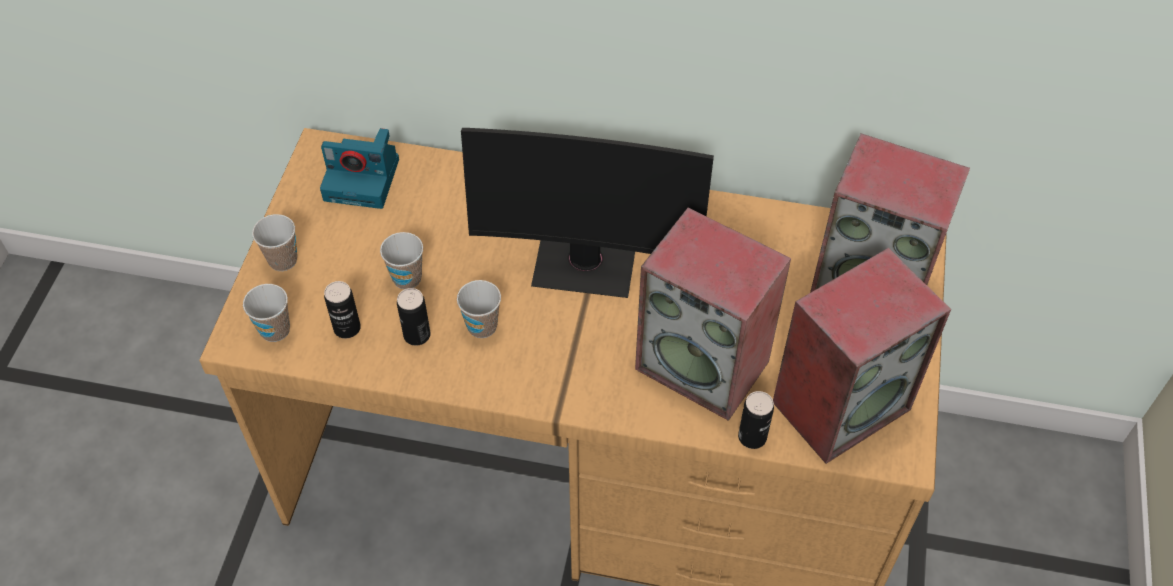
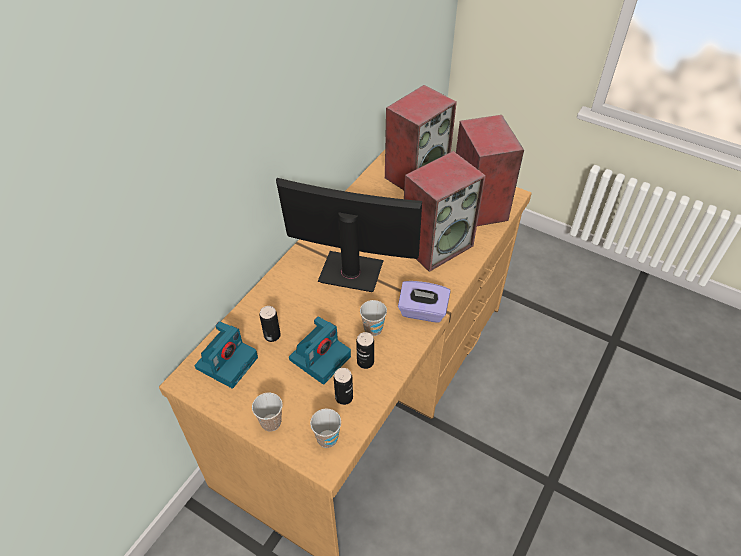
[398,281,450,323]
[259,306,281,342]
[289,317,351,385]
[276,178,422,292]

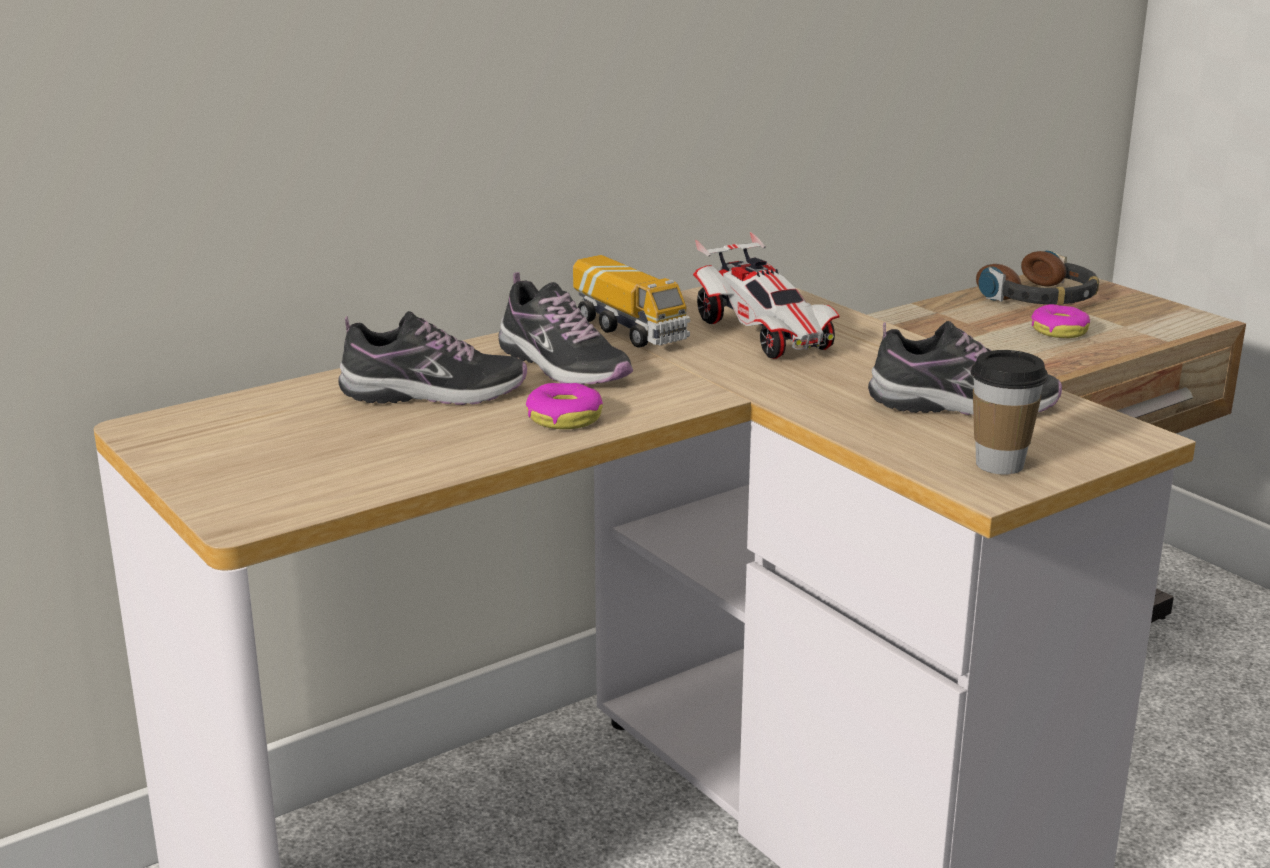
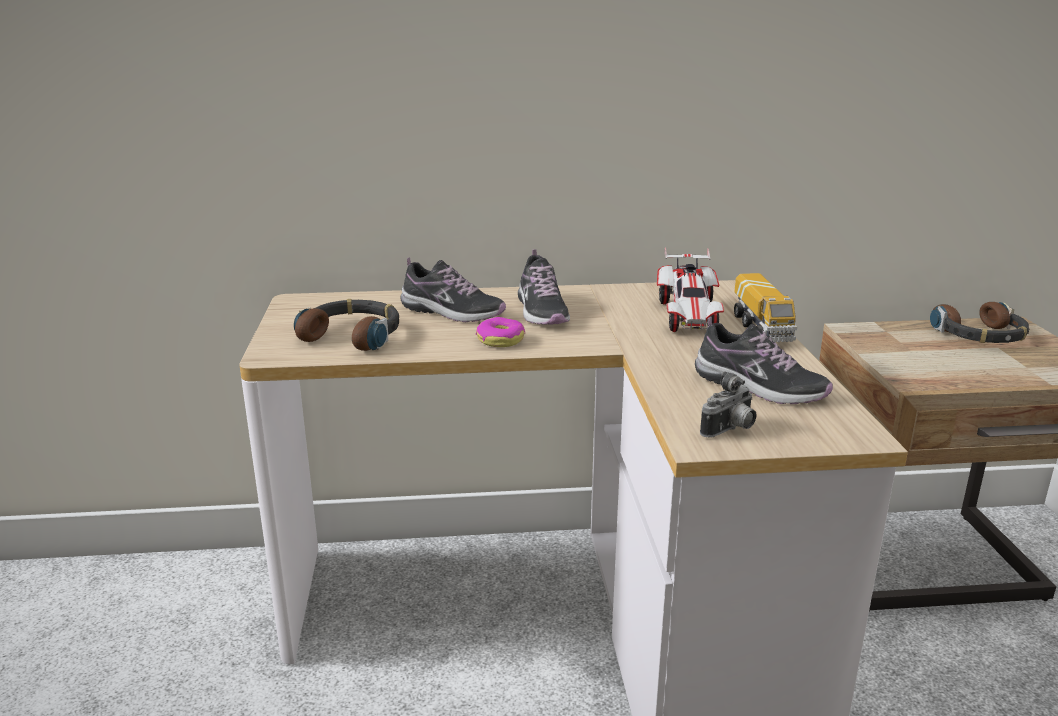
[1031,304,1090,338] (first image)
[294,299,399,351]
[734,273,797,342]
[700,371,756,438]

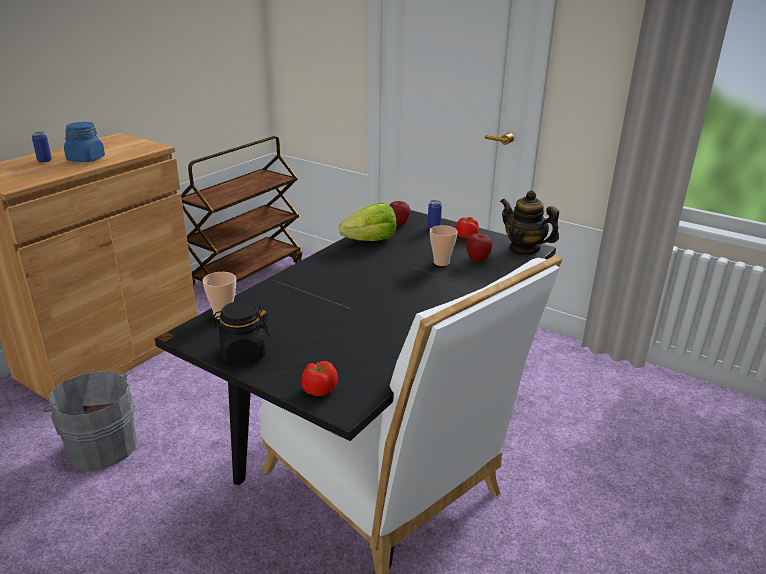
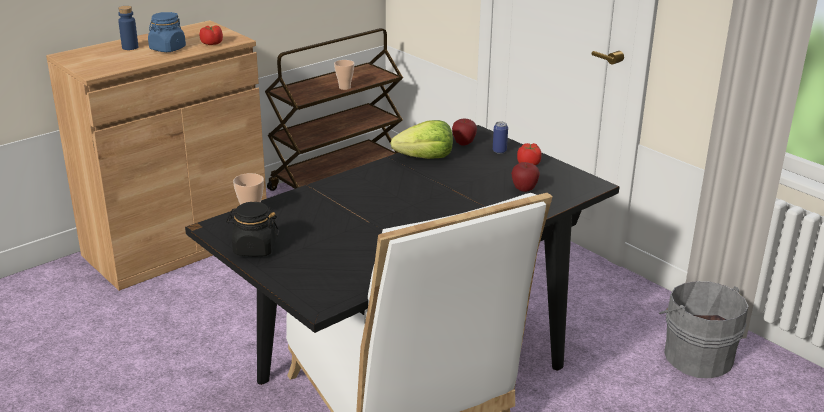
[500,190,559,256] (first image)
[659,281,748,378]
[200,25,223,45]
[334,60,354,90]
[118,6,138,50]

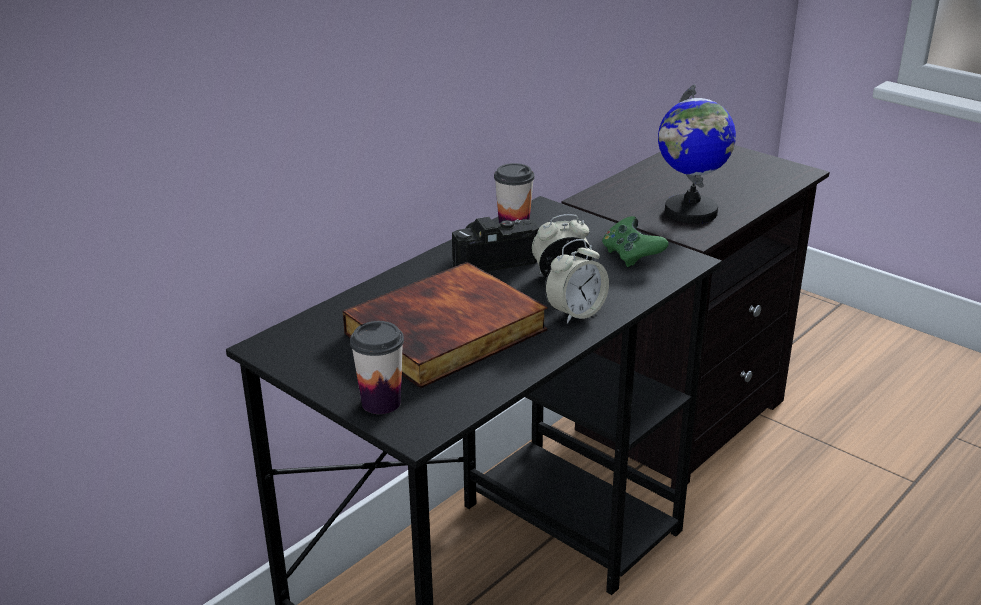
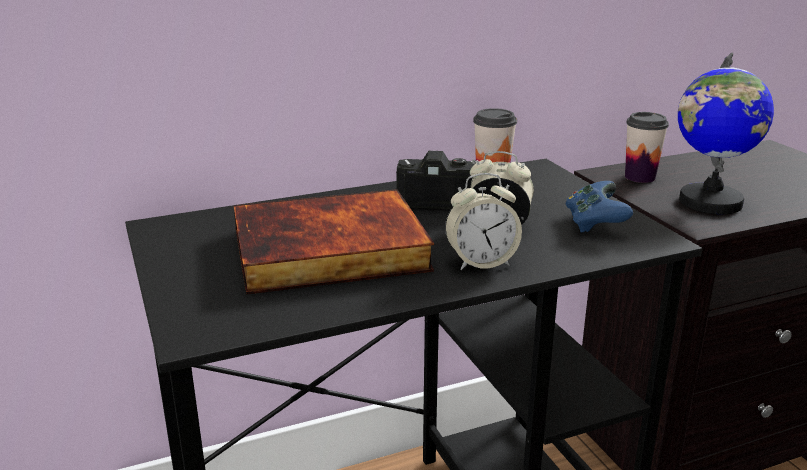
[625,112,669,183]
[566,181,633,233]

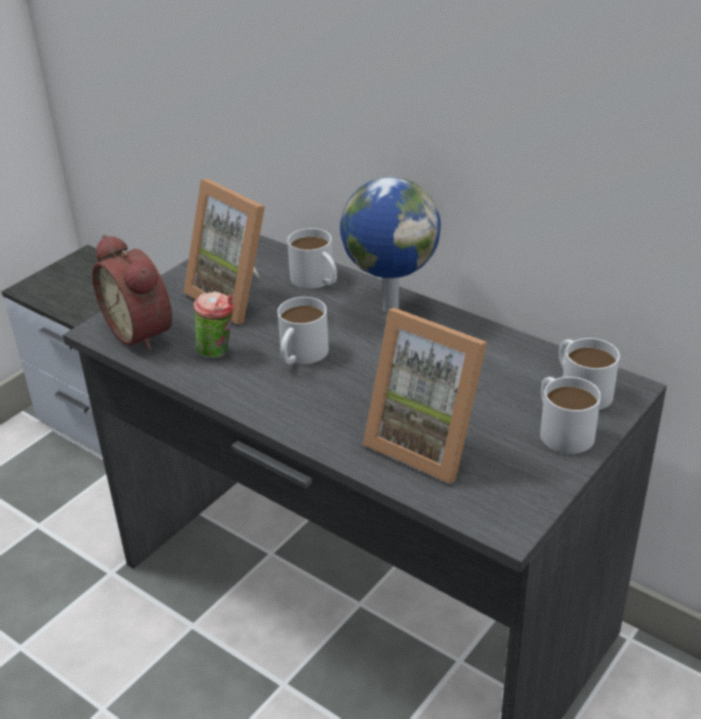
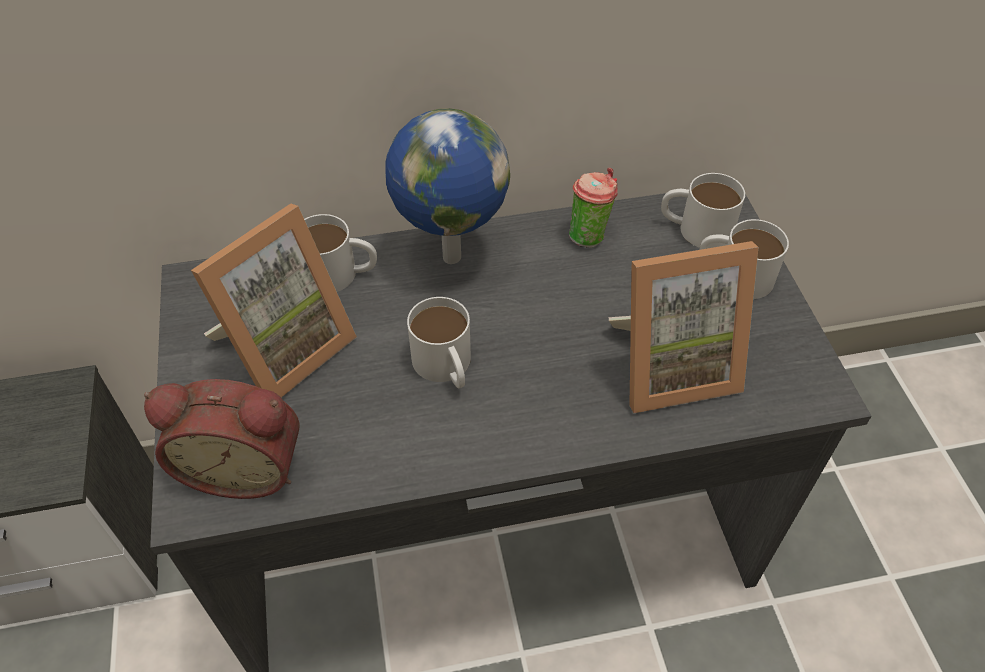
[569,168,618,248]
[191,204,357,397]

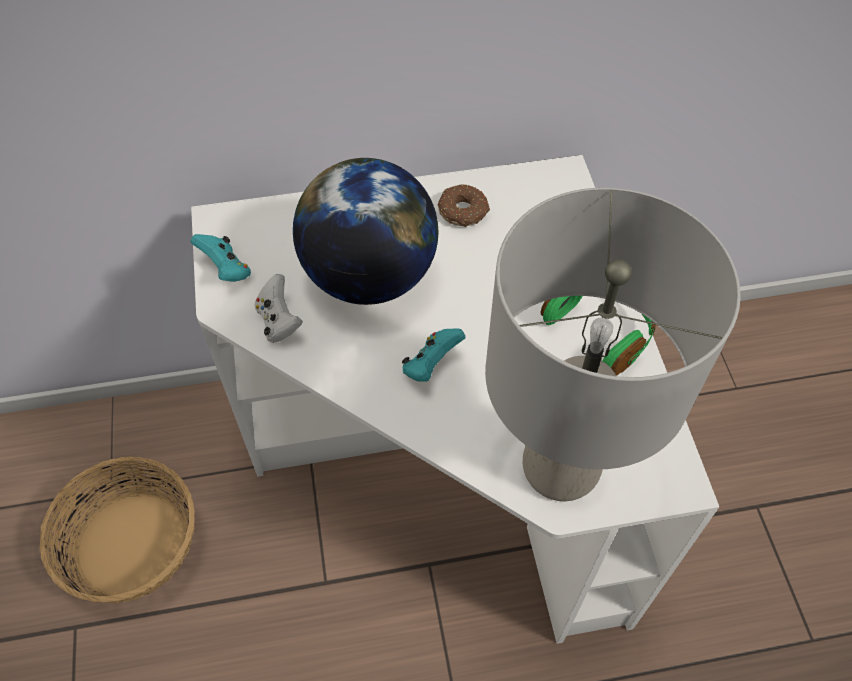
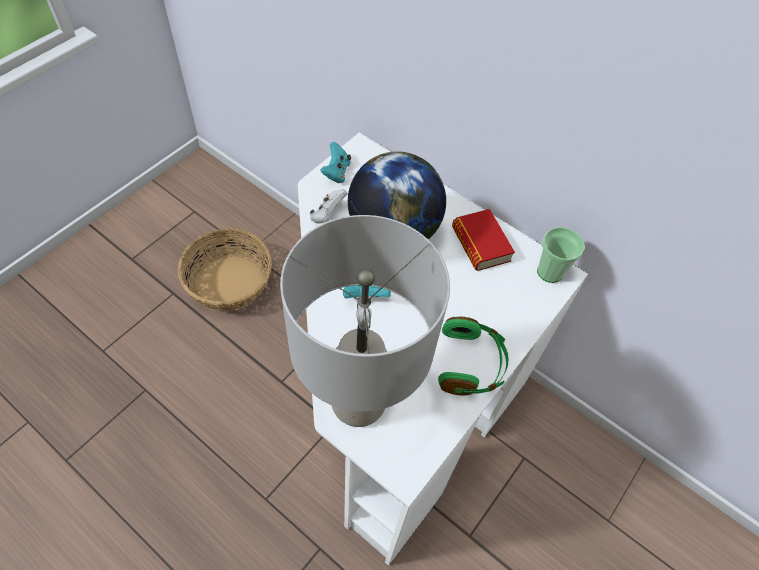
[537,227,585,283]
[452,209,515,271]

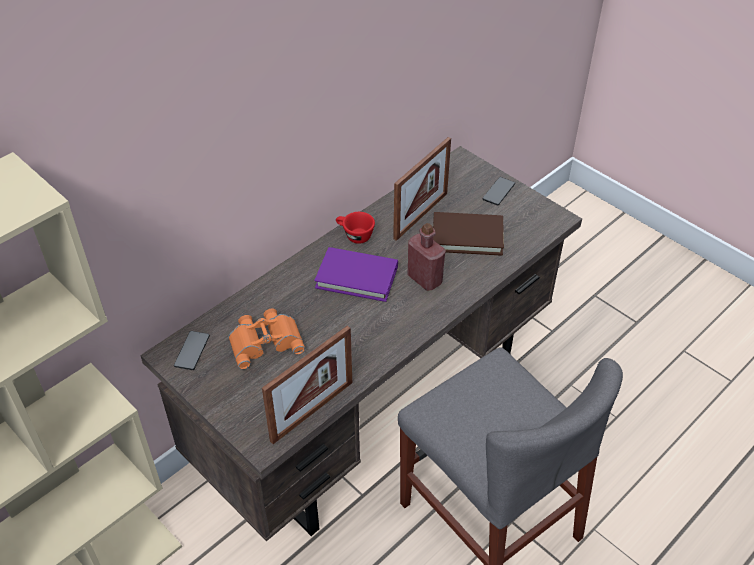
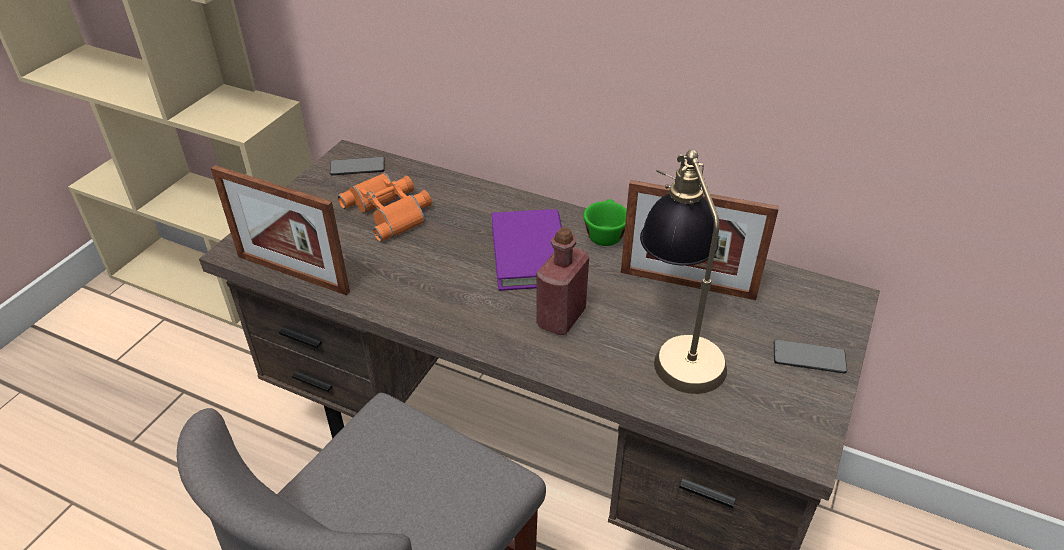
[640,150,727,394]
[583,199,627,246]

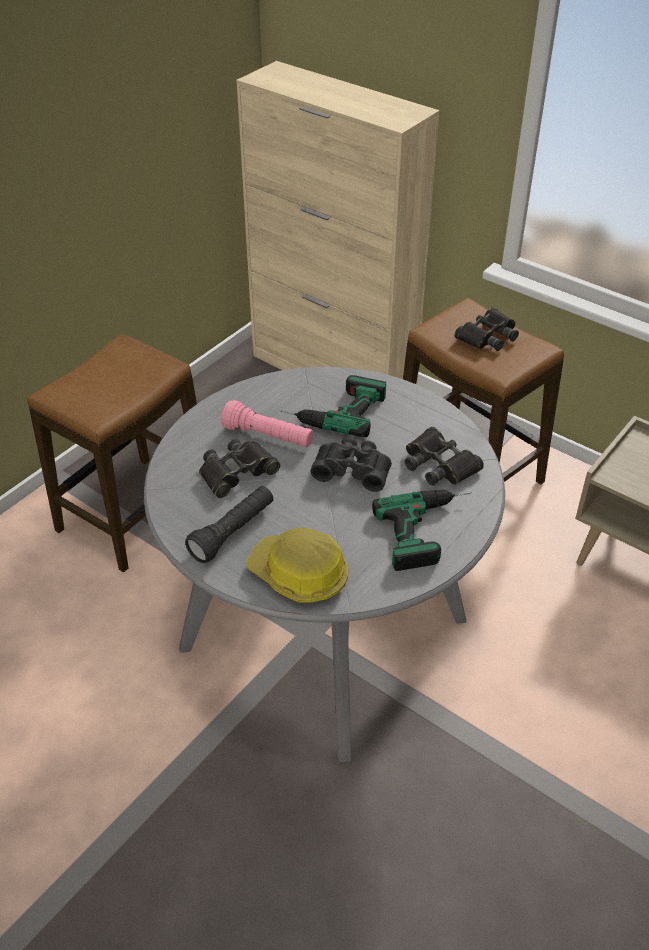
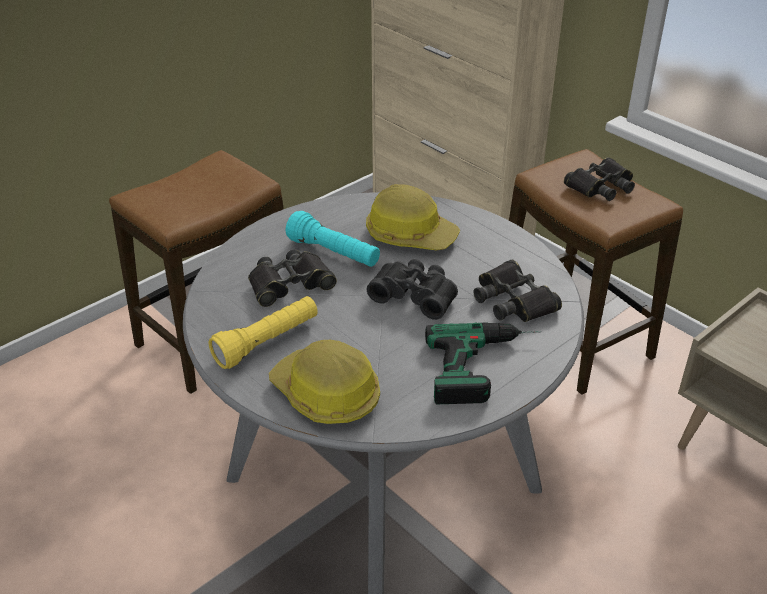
[366,184,460,251]
[209,296,318,369]
[286,211,380,267]

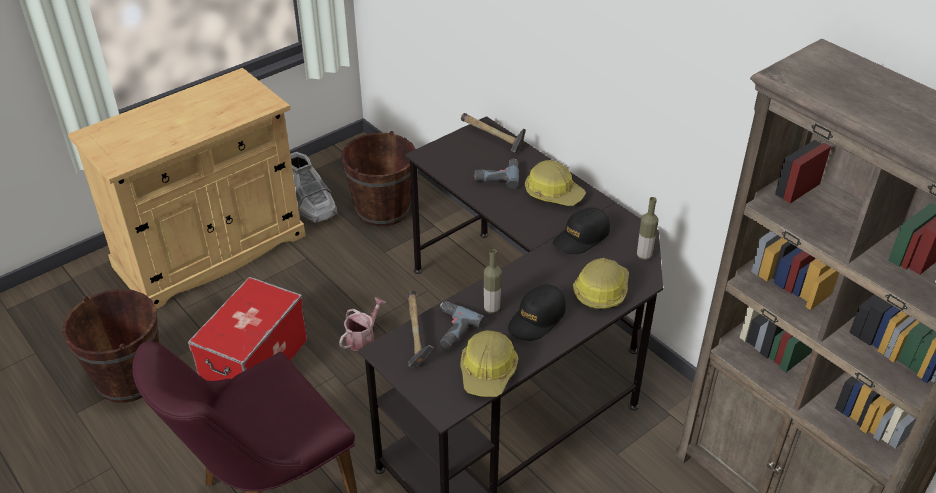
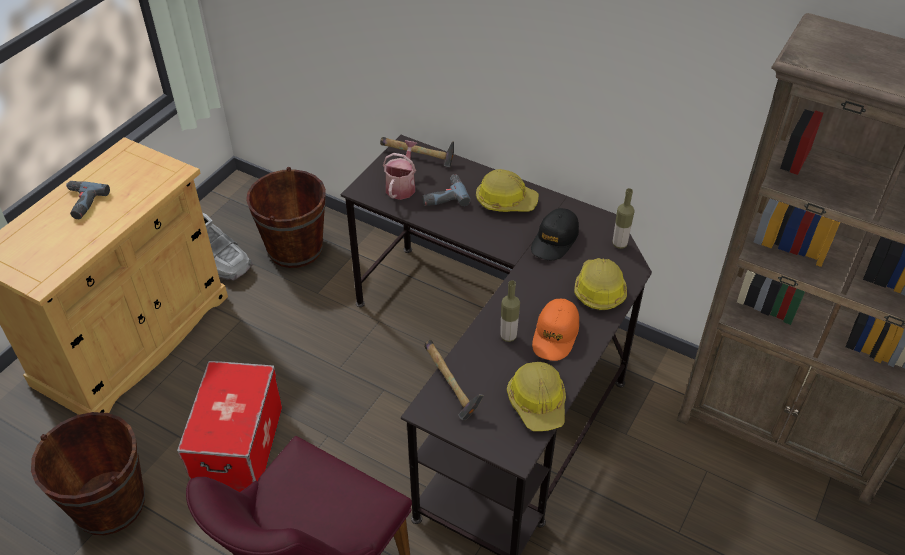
[383,140,417,200]
[66,181,110,219]
[532,299,579,361]

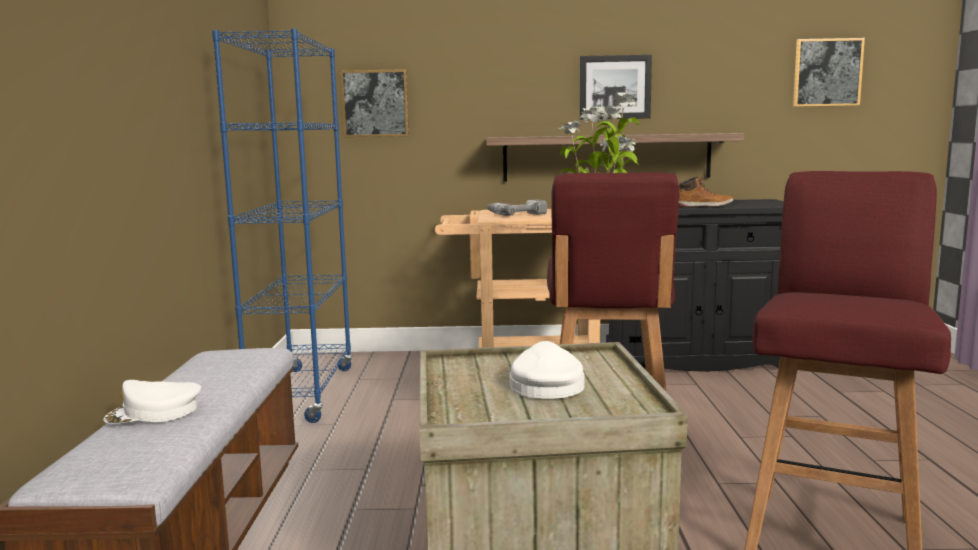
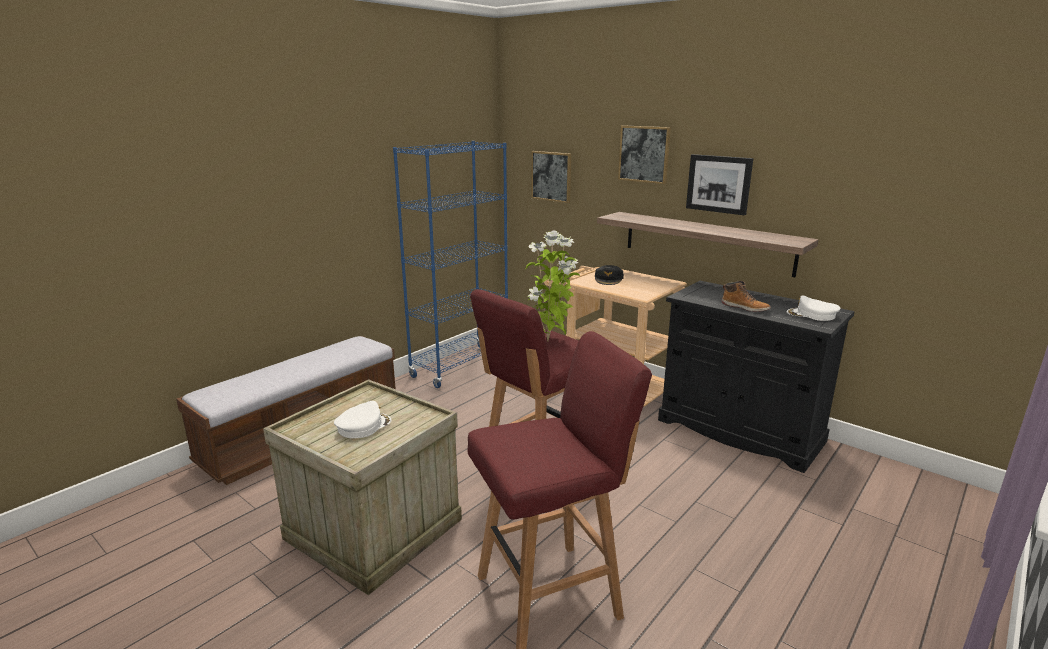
[787,296,840,321]
[618,125,671,184]
[595,265,624,285]

